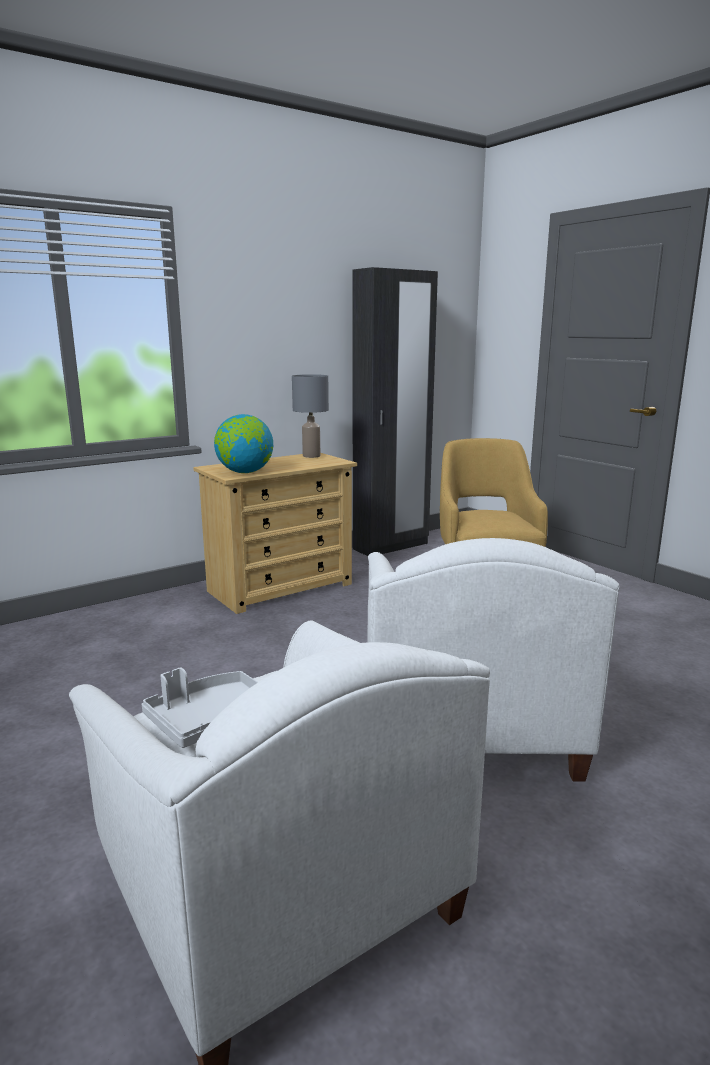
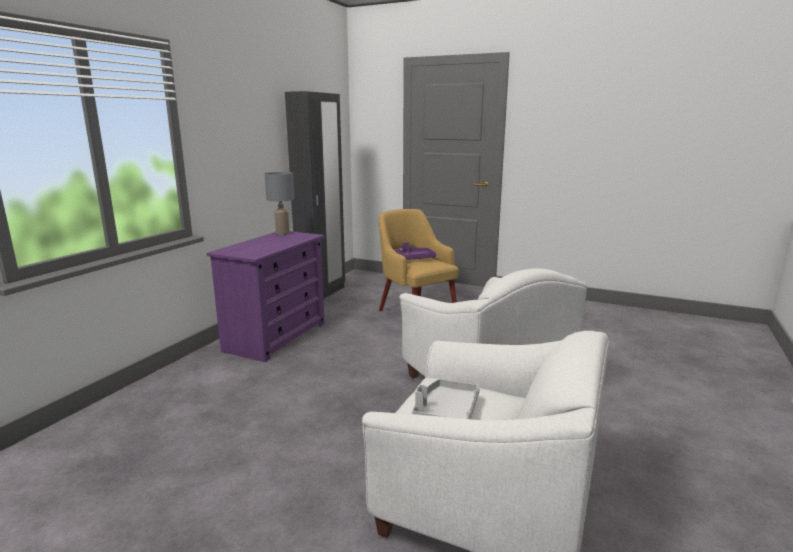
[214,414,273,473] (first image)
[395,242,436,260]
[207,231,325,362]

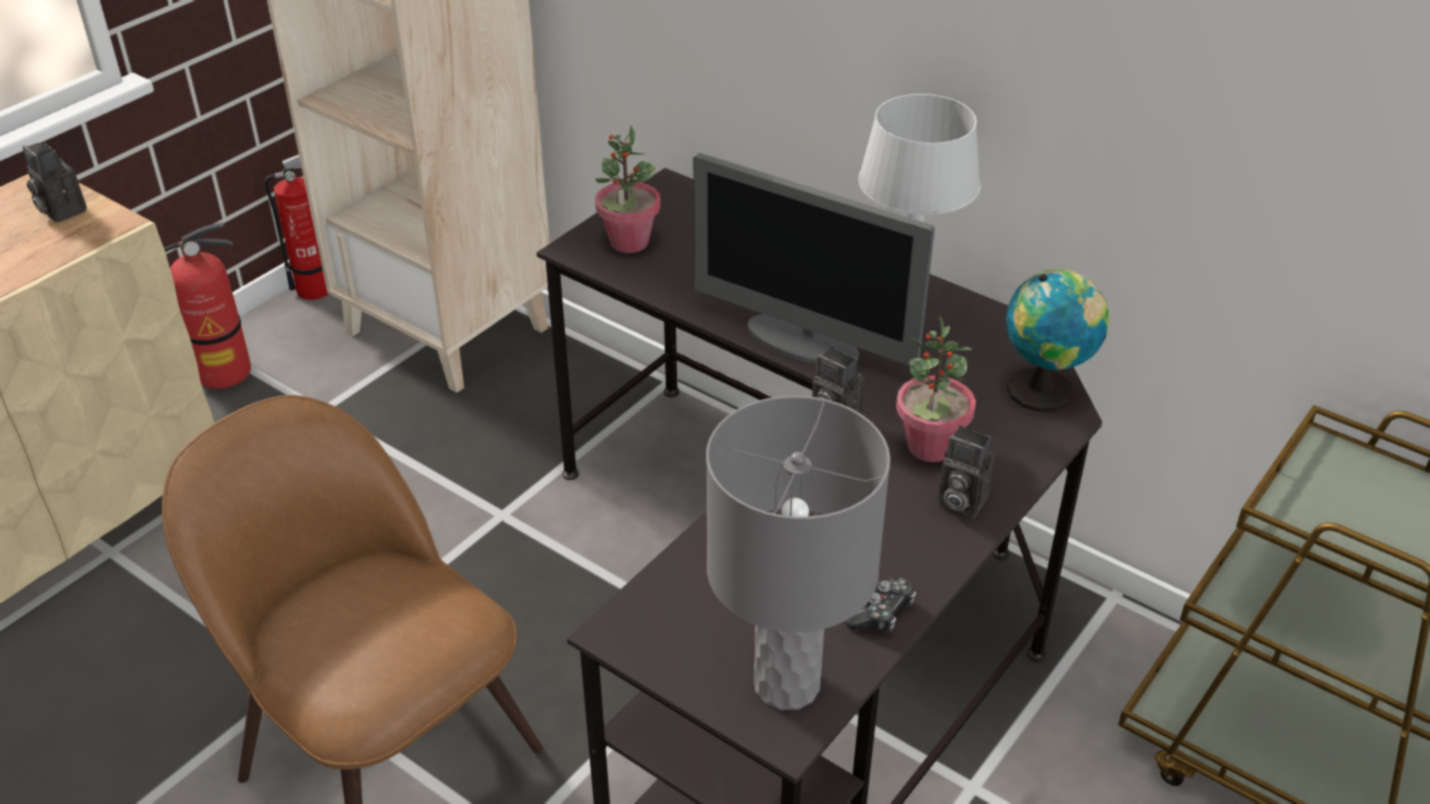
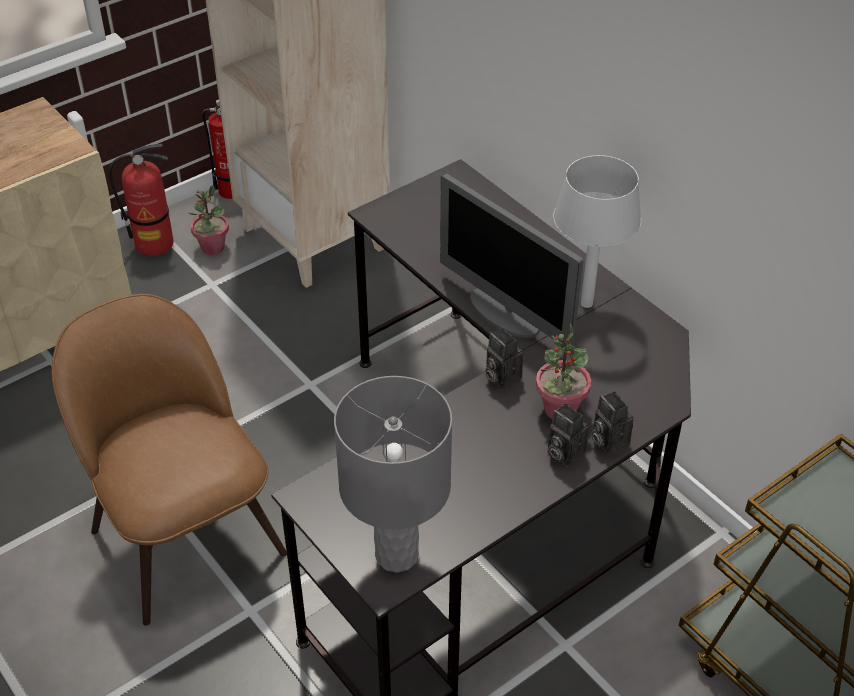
[846,577,916,633] (first image)
[1006,269,1109,412] (first image)
[592,391,633,455]
[189,185,229,255]

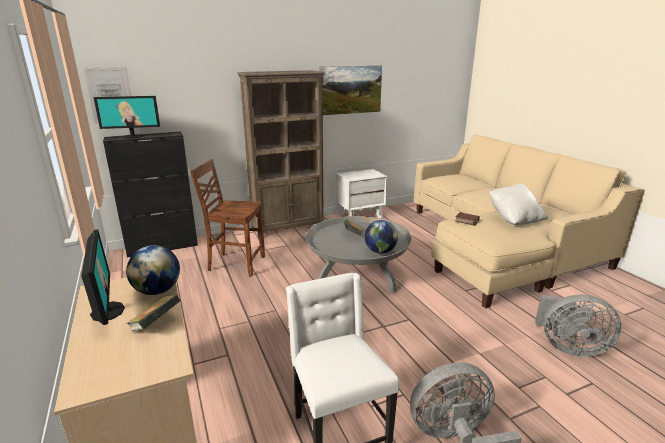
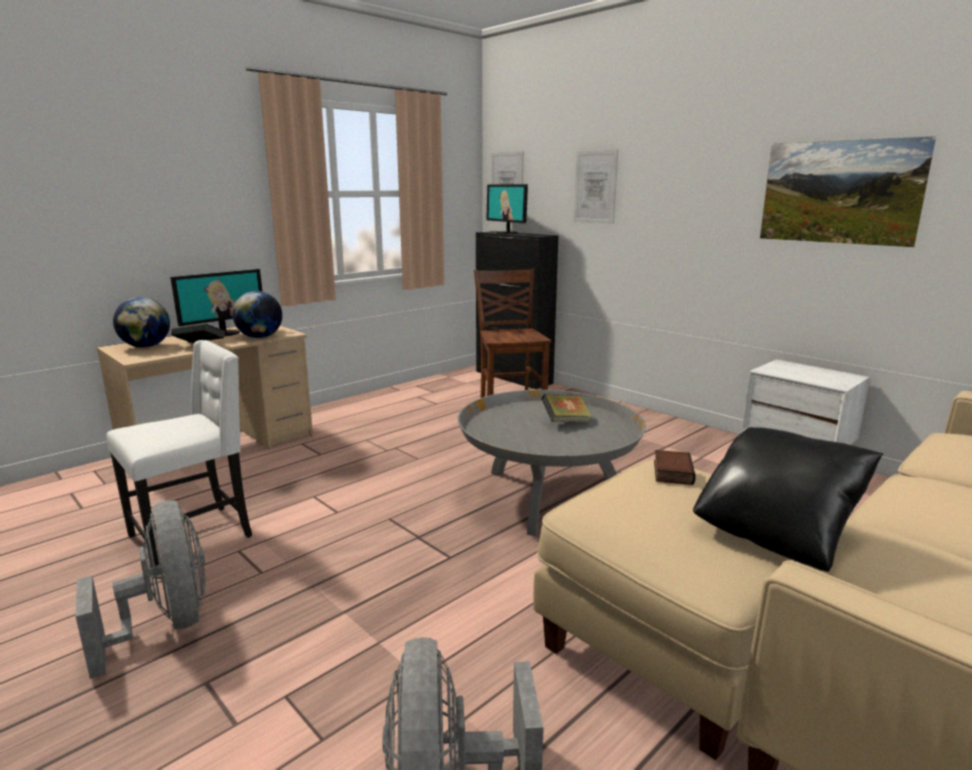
[237,70,325,239] (first image)
[574,150,618,224]
[113,297,170,348]
[693,427,883,572]

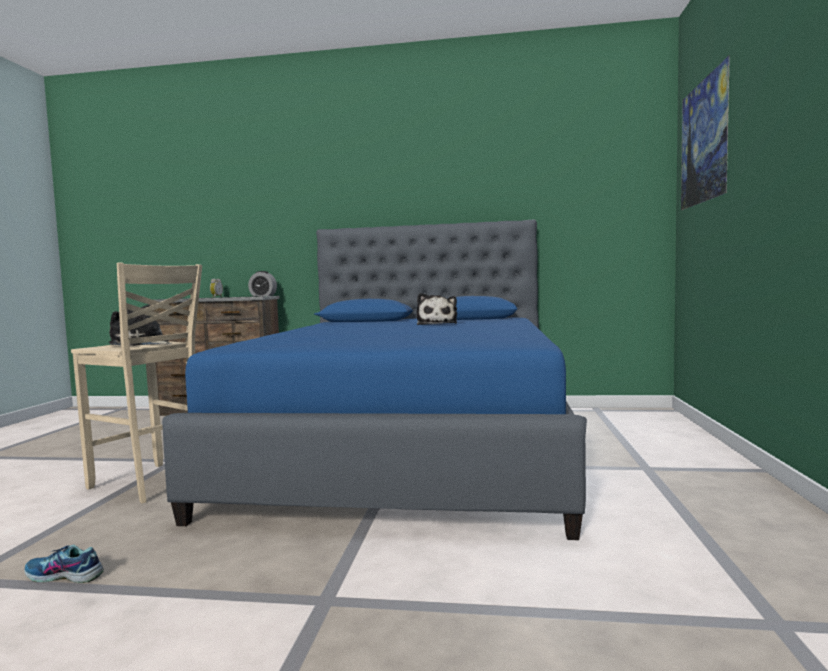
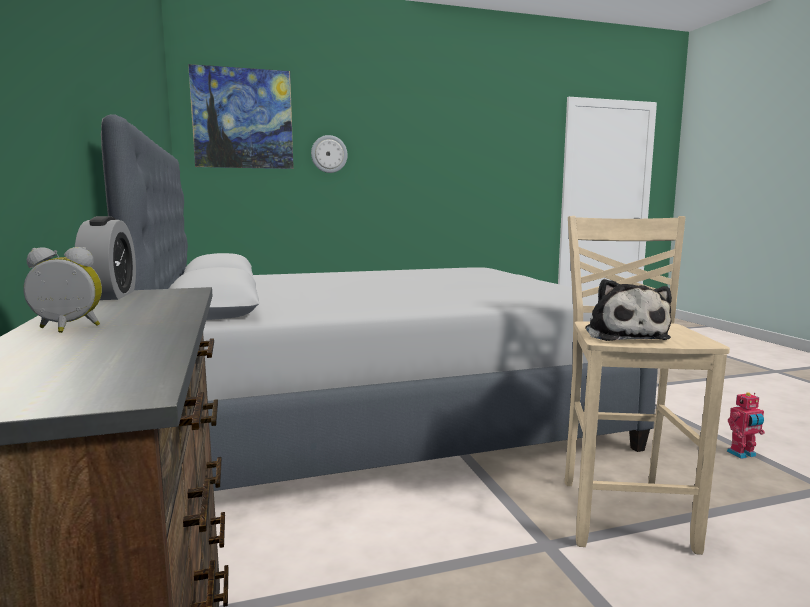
[416,293,457,325] (first image)
[311,135,348,173]
[727,392,765,459]
[101,114,658,491]

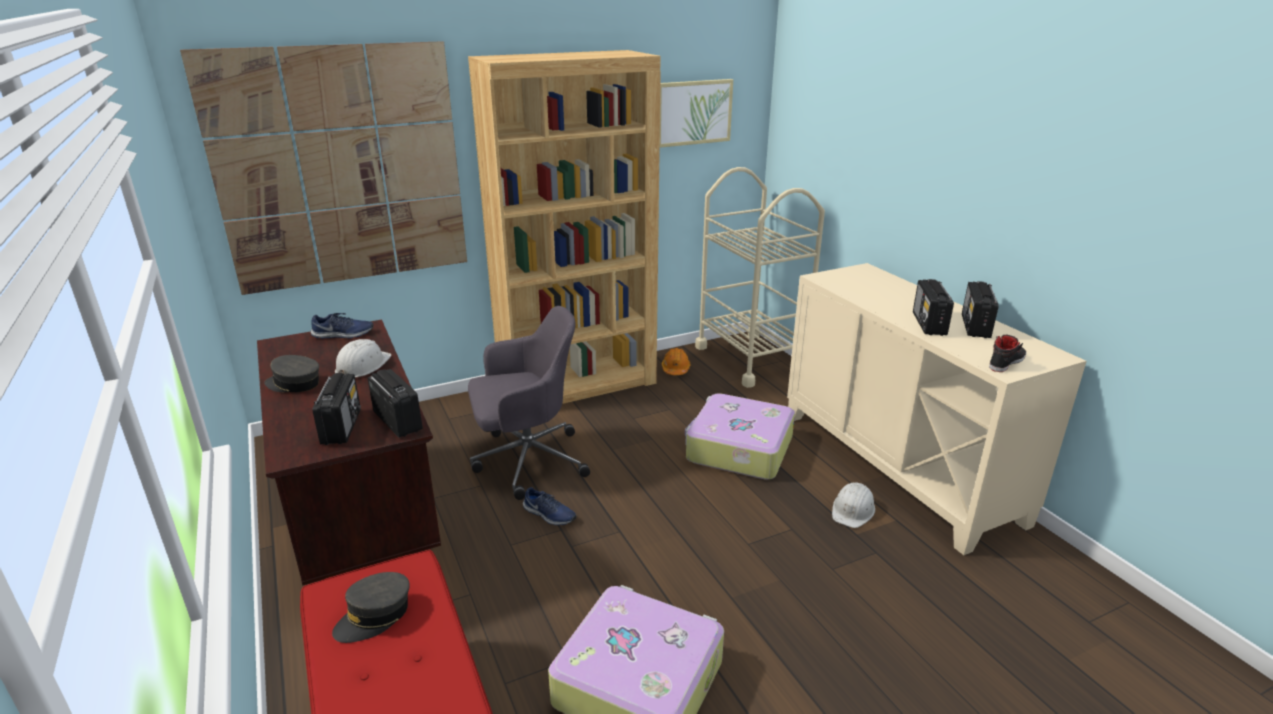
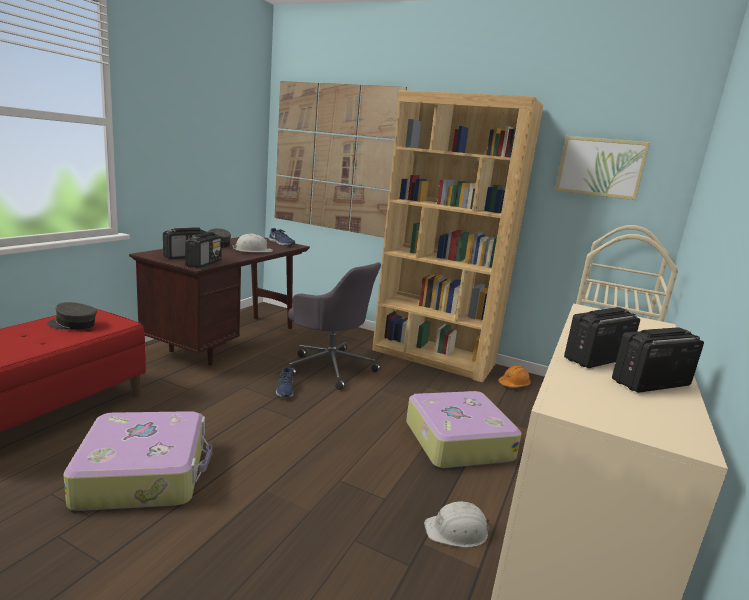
[989,335,1026,372] (first image)

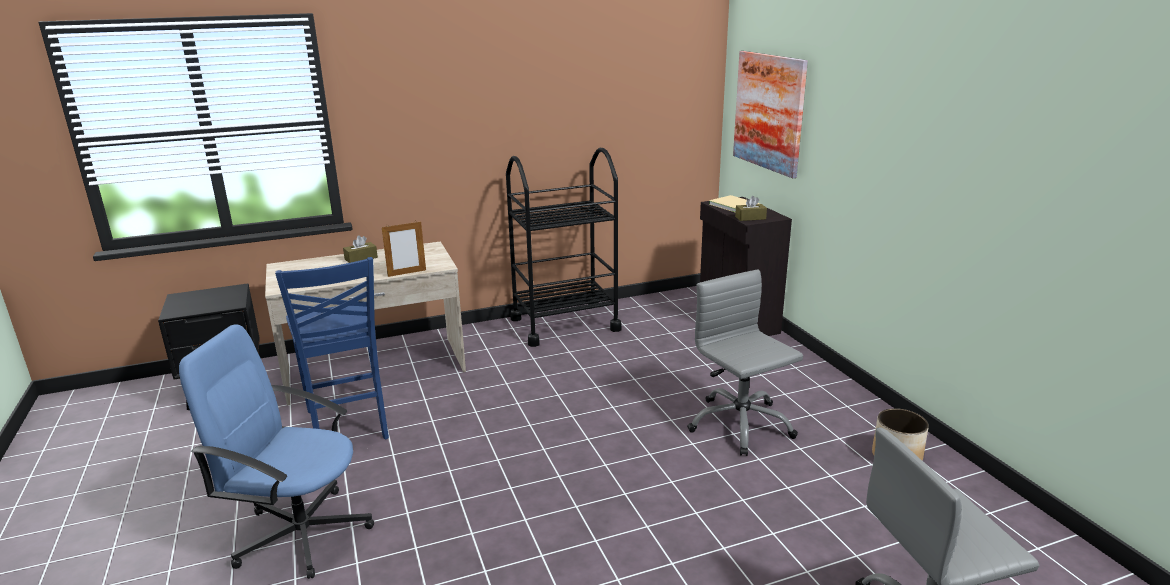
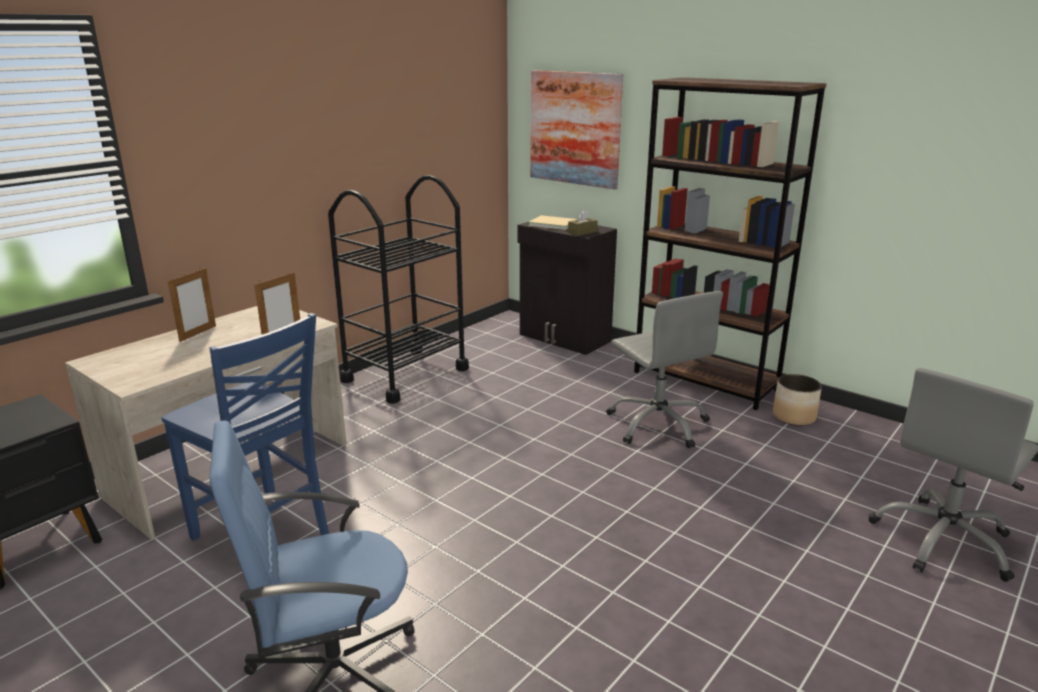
[634,77,827,410]
[168,268,216,342]
[607,291,723,448]

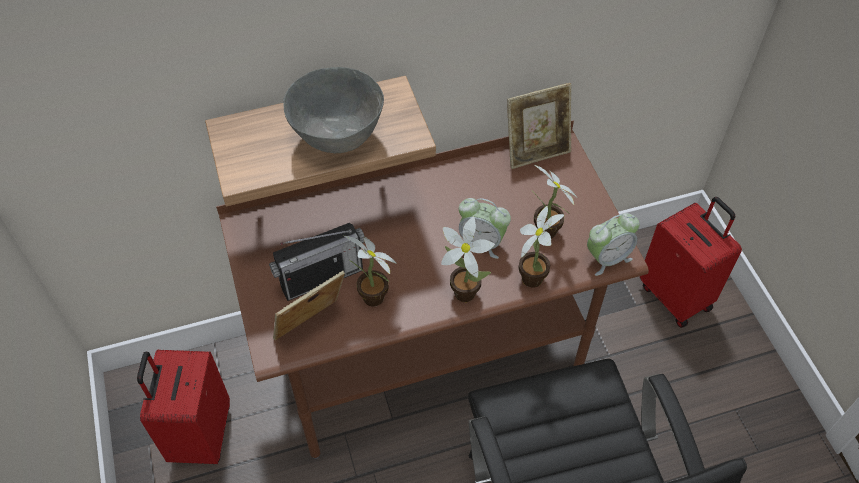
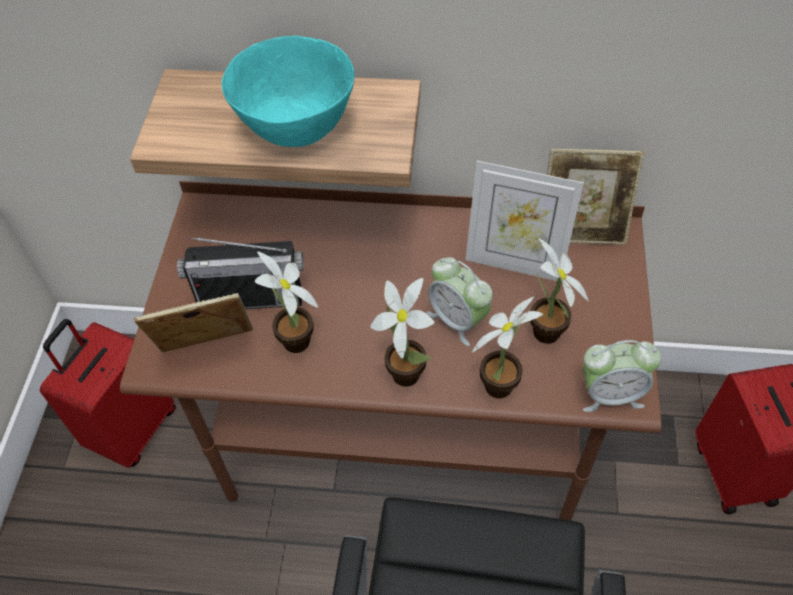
[465,161,584,281]
[222,36,354,147]

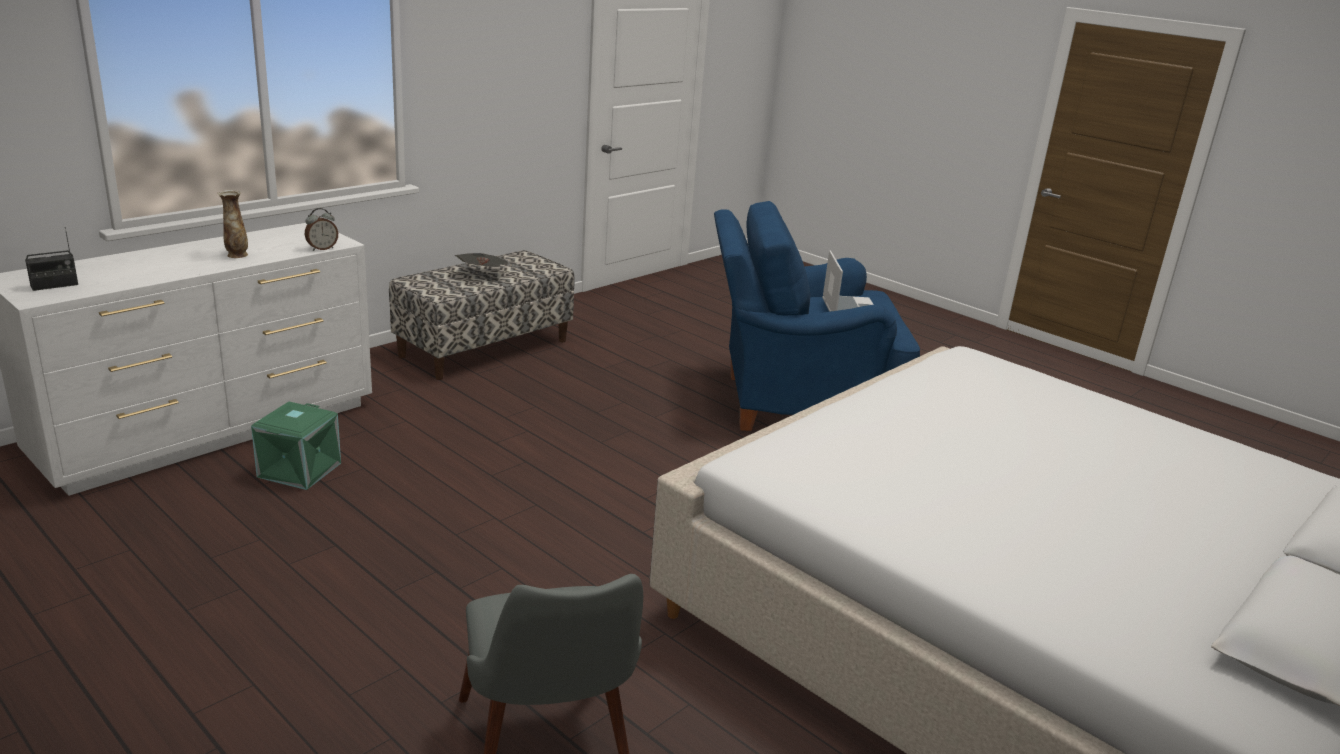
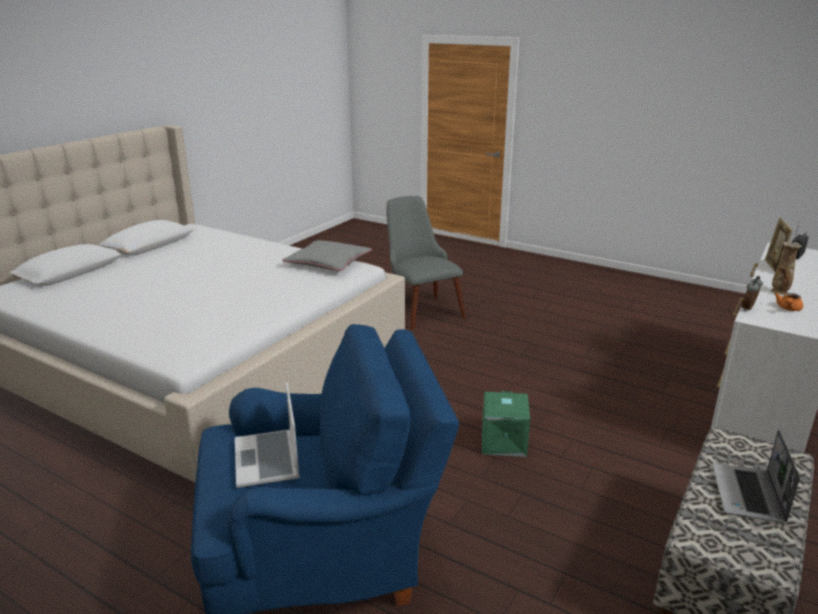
[282,240,372,271]
[765,218,793,272]
[775,293,803,311]
[482,391,530,457]
[712,430,800,523]

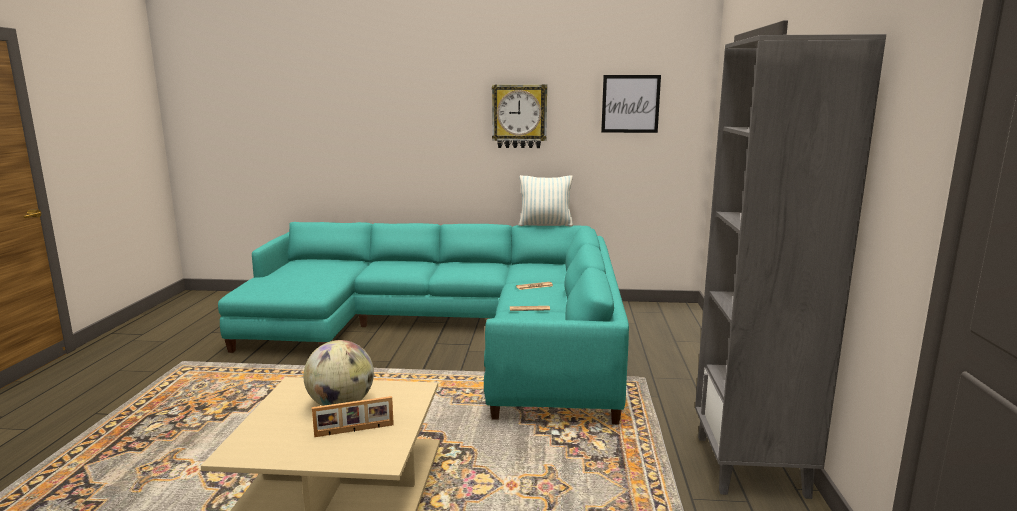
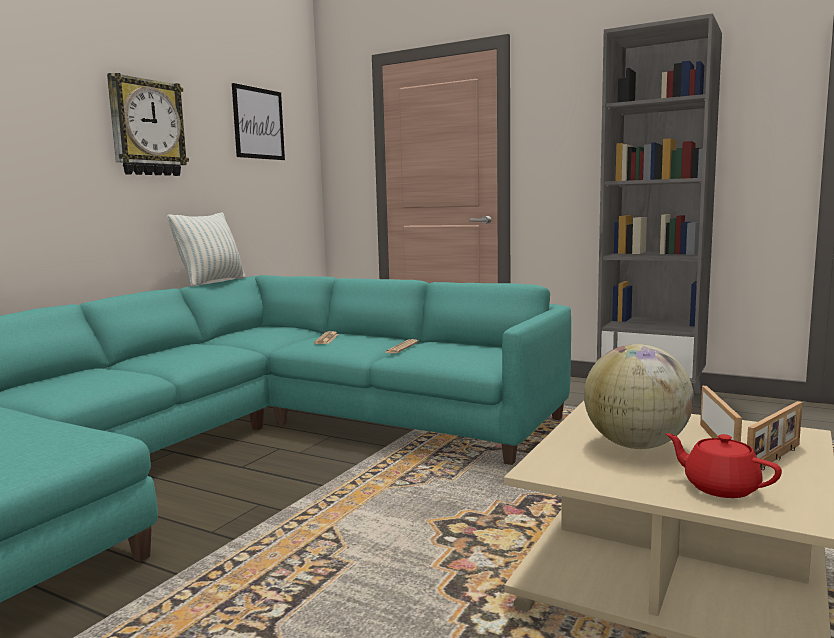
[665,433,782,498]
[747,401,803,470]

